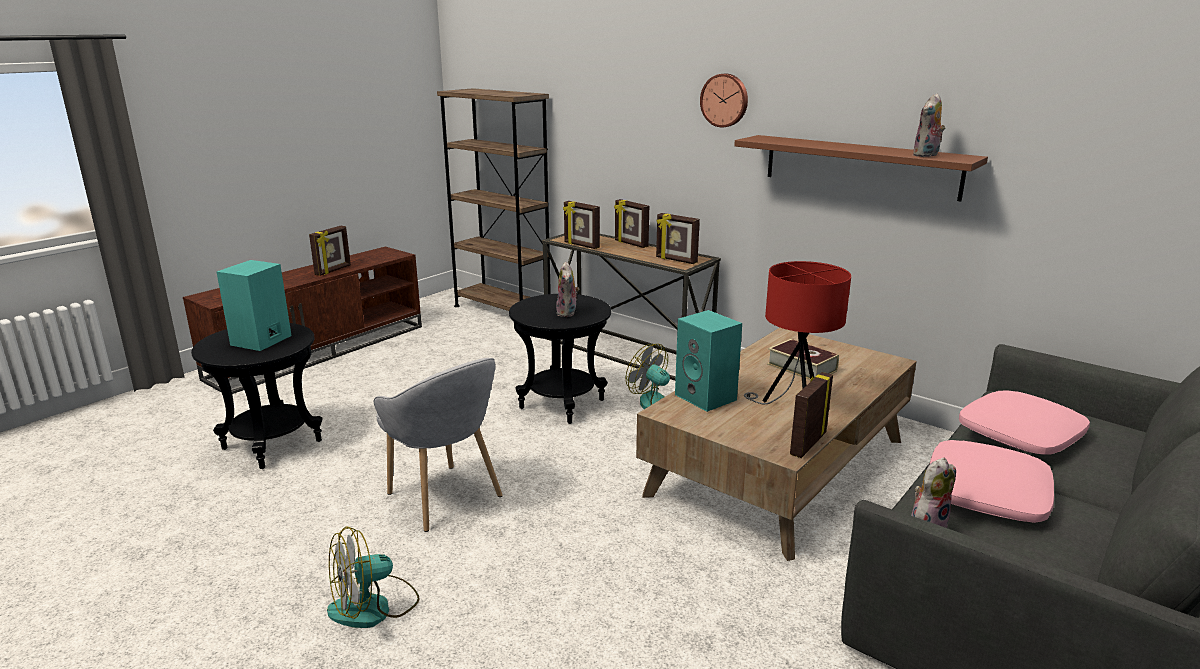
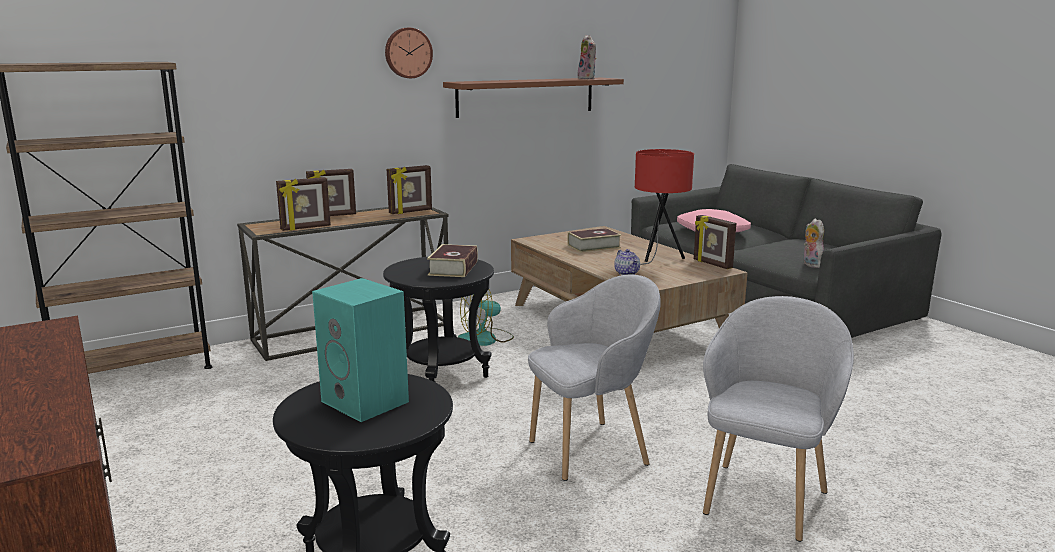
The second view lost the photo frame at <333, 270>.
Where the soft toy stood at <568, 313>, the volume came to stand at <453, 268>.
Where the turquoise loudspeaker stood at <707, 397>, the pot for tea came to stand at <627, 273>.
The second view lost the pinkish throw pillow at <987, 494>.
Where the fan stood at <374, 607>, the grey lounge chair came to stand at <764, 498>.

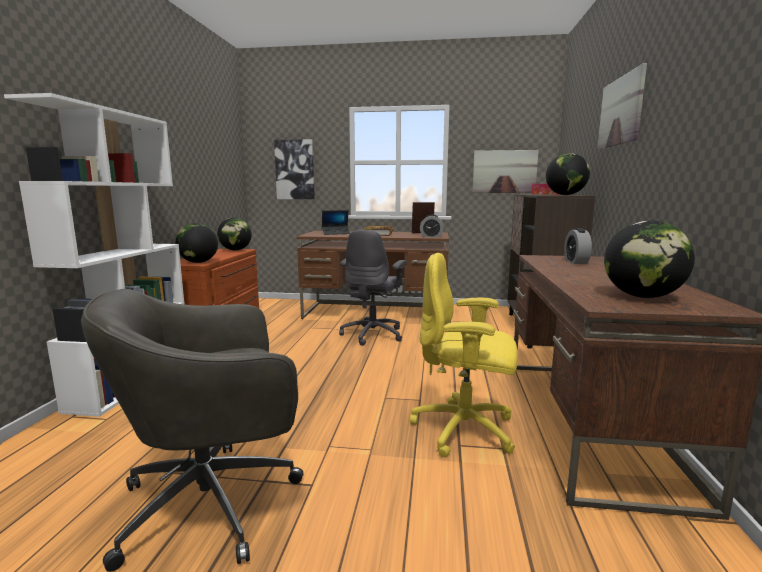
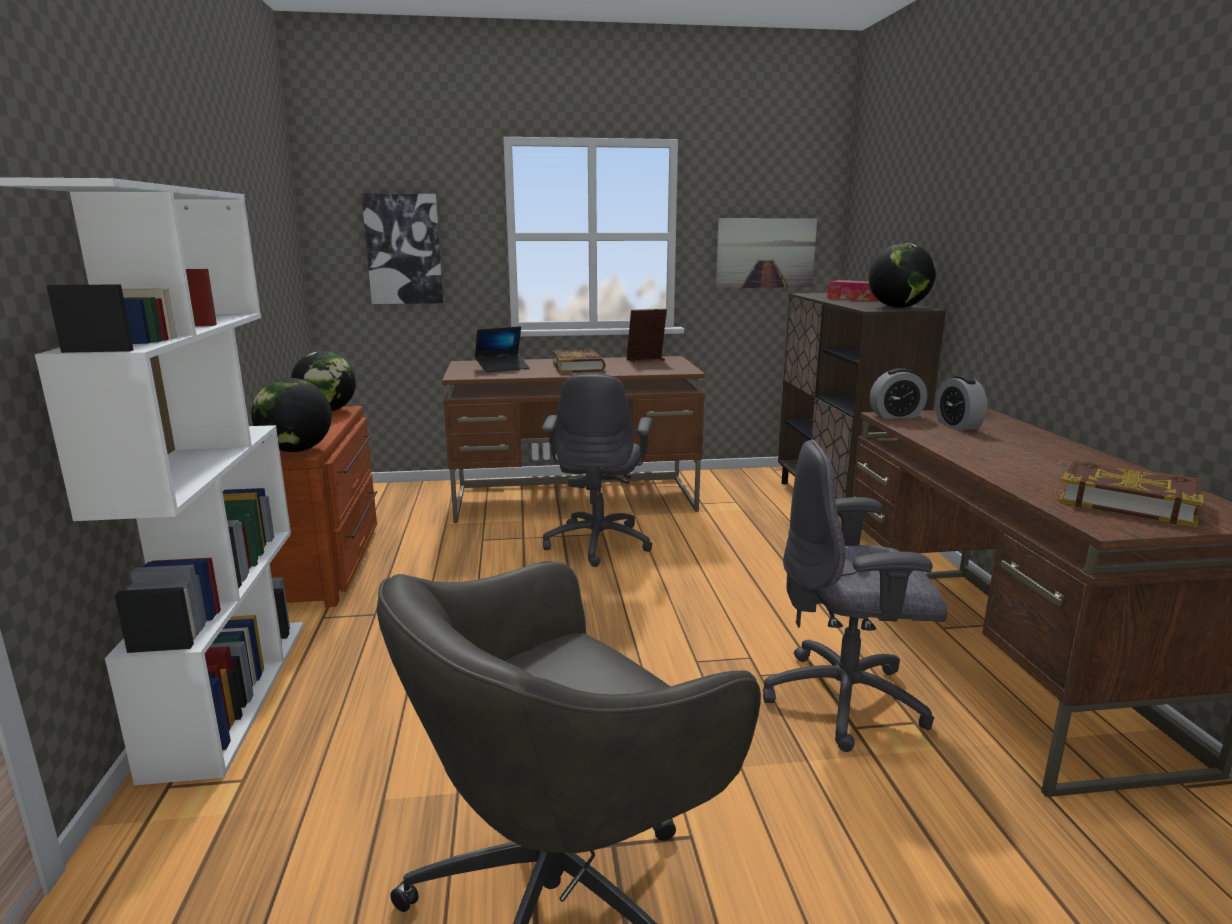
The second view lost the wall art at <620, 111>.
The alarm clock ended up elsewhere, having gone from <431, 236> to <895, 416>.
Where the desk globe stood at <642, 296>, the volume came to stand at <1127, 501>.
What was the yellow-coloured desk chair at <465, 430> turned into the grey desk chair at <847, 700>.

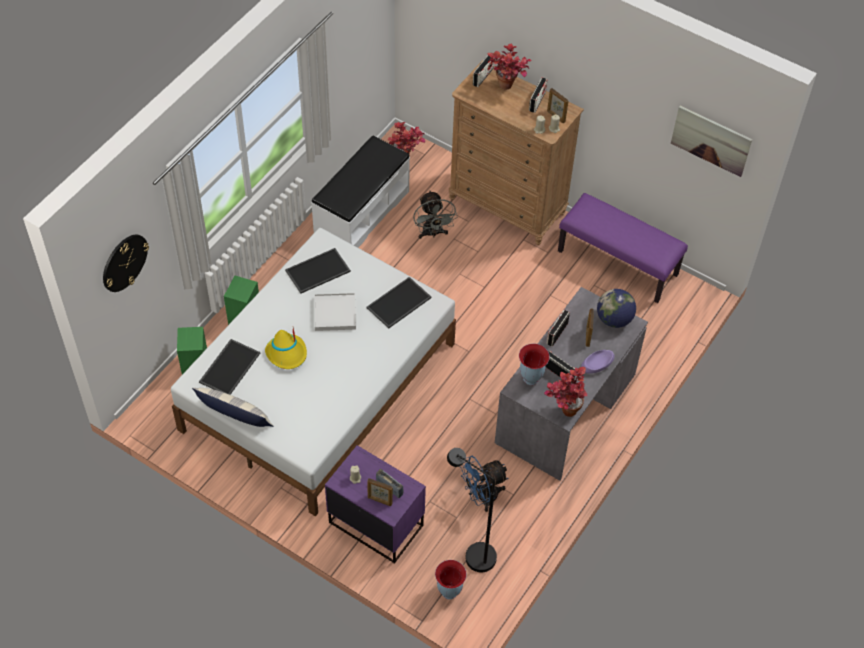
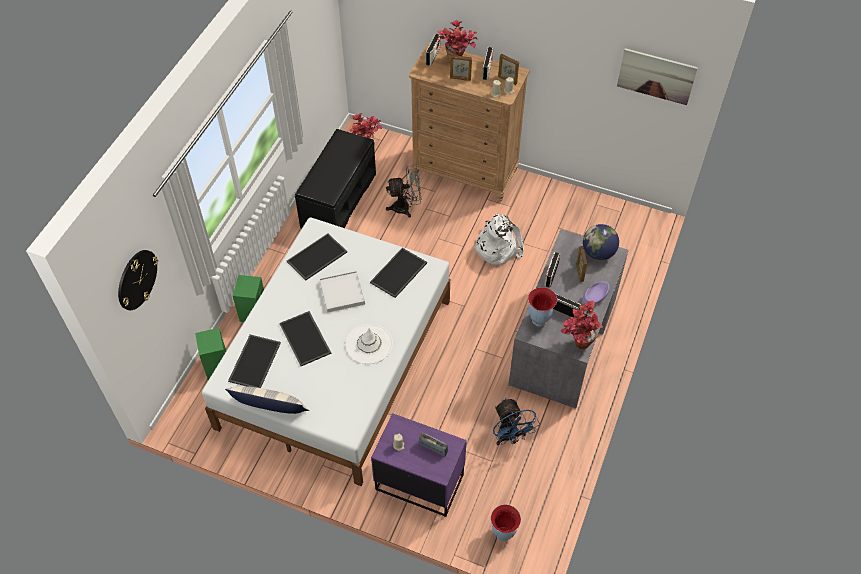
What was the whitish long seat at <361, 213> turned into the black long seat at <338, 200>.
The grey fan at <432, 233> ended up facing another way, 75 degrees counterclockwise from before.
The second view lost the purplish long seat at <618, 263>.
Where the yellow-coloured clothing hat stood at <287, 353>, the carrying tray came to stand at <306, 338>.
The second view lost the black standing lamp at <472, 554>.
The bluish fan at <482, 497> ended up facing another way, 75 degrees counterclockwise from before.
The photo frame ended up elsewhere, having gone from <379, 501> to <460, 79>.
The second view gained the whitish rucksack at <497, 246>.
The second view gained the whitish clothing hat at <369, 344>.

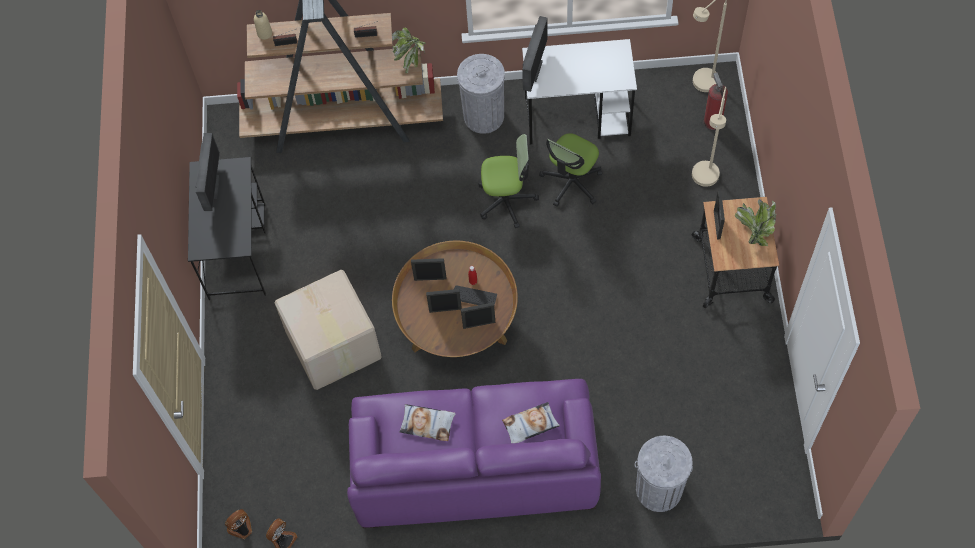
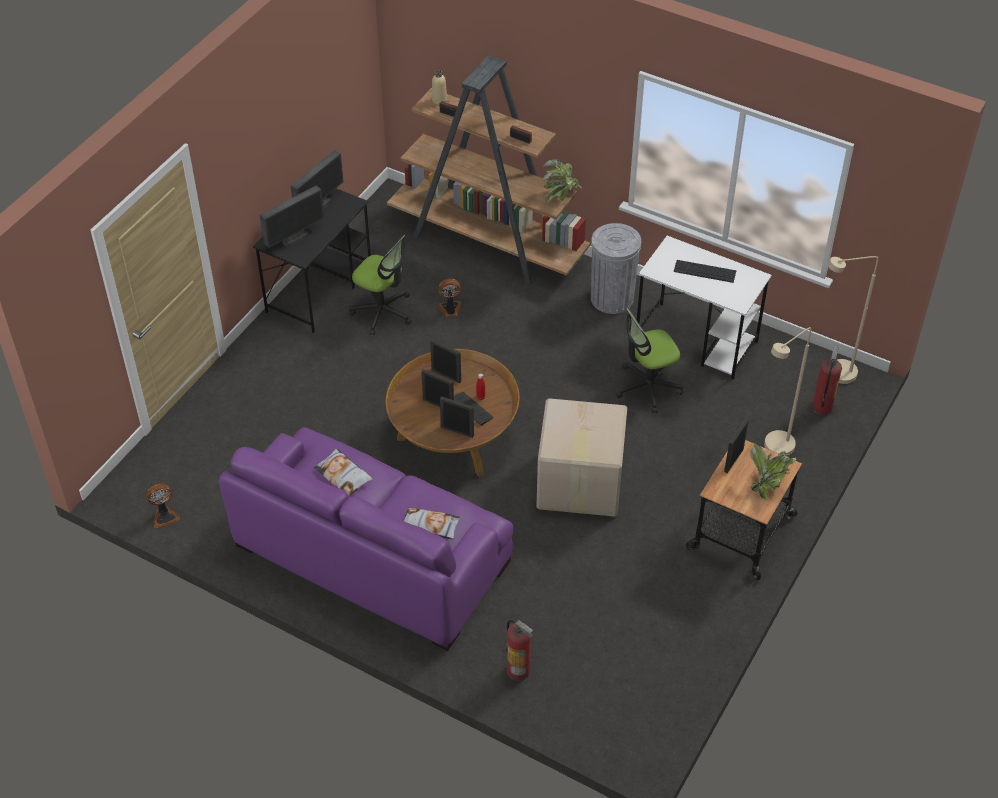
The computer display ended up elsewhere, having gone from <534, 71> to <294, 239>.
The desk chair ended up elsewhere, having gone from <506, 200> to <382, 311>.
The carton ended up elsewhere, having gone from <333, 346> to <578, 483>.
Where the grey trash can stood at <659, 489>, the fire extinguisher came to stand at <519, 670>.
The fan ended up elsewhere, having gone from <241, 528> to <450, 309>.
The second view gained the PC keyboard at <704, 271>.

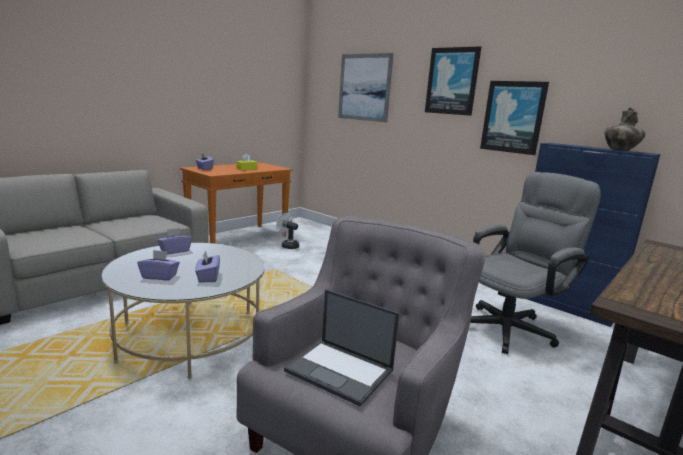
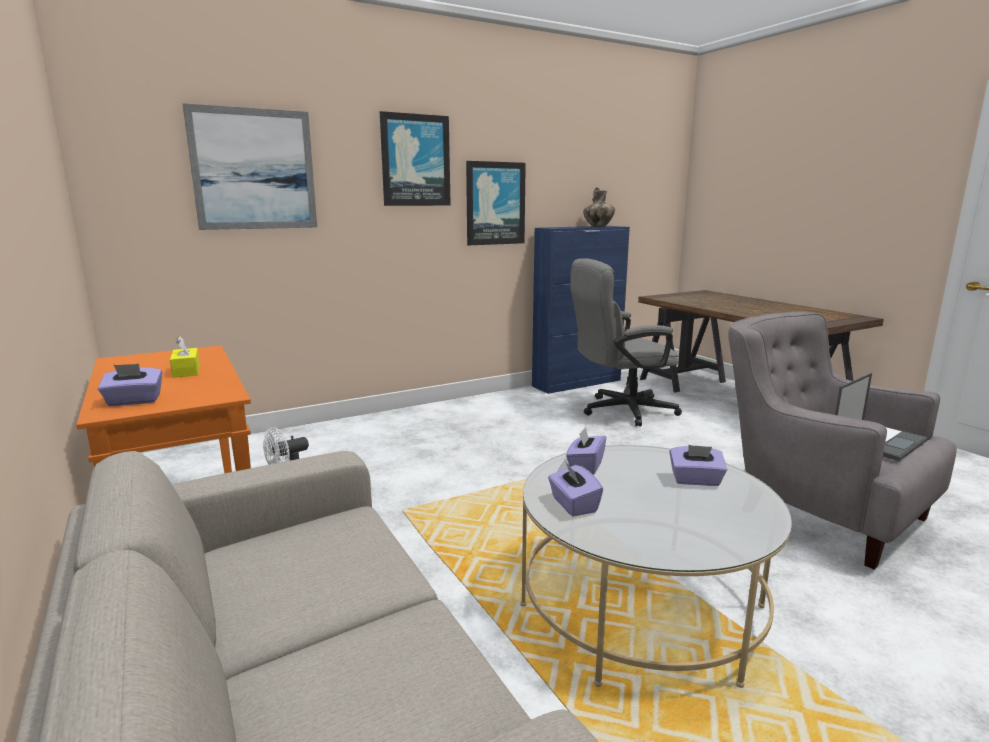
The grey desk chair at <511, 327> ended up facing another way, 90 degrees counterclockwise from before.
The purplish tissue box ended up elsewhere, having gone from <159, 276> to <585, 466>.

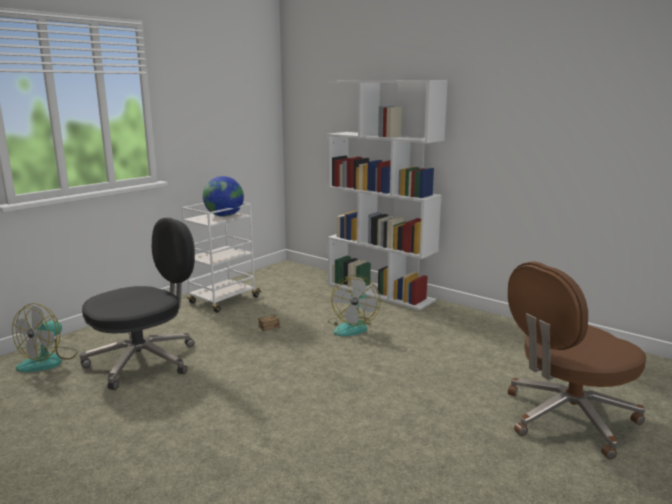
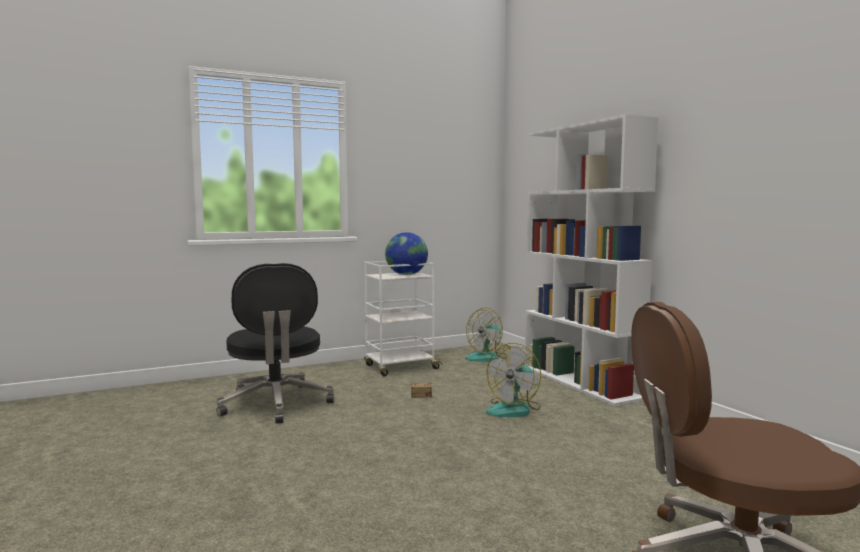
The black desk chair at <144, 361> ended up facing another way, 90 degrees clockwise from before.
The fan ended up elsewhere, having gone from <49, 360> to <487, 357>.

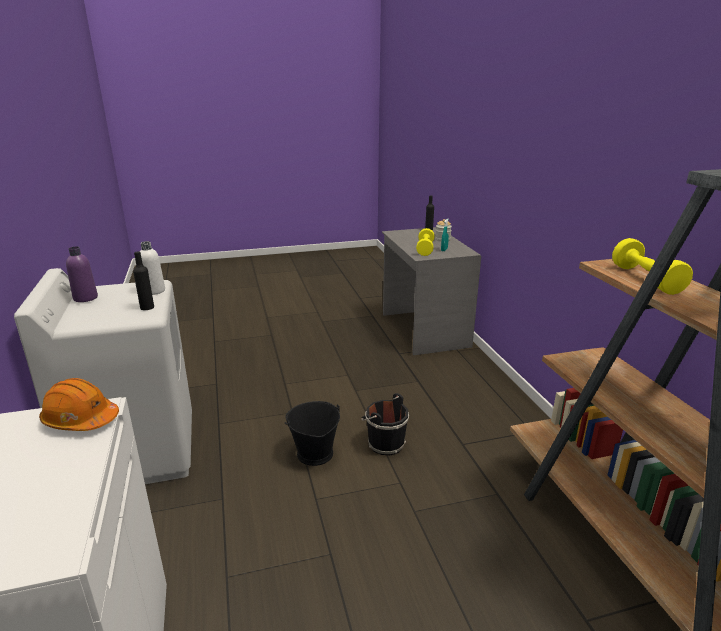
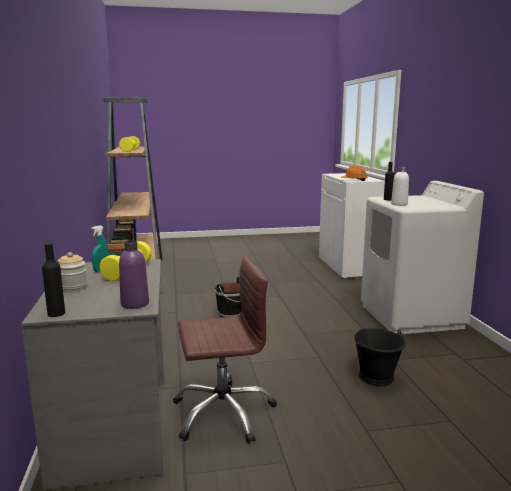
The purplish beverage bottle ended up elsewhere, having gone from <85, 298> to <135, 304>.
The black bucket ended up elsewhere, having gone from <314, 453> to <376, 377>.
The second view gained the brown-coloured desk chair at <223, 412>.

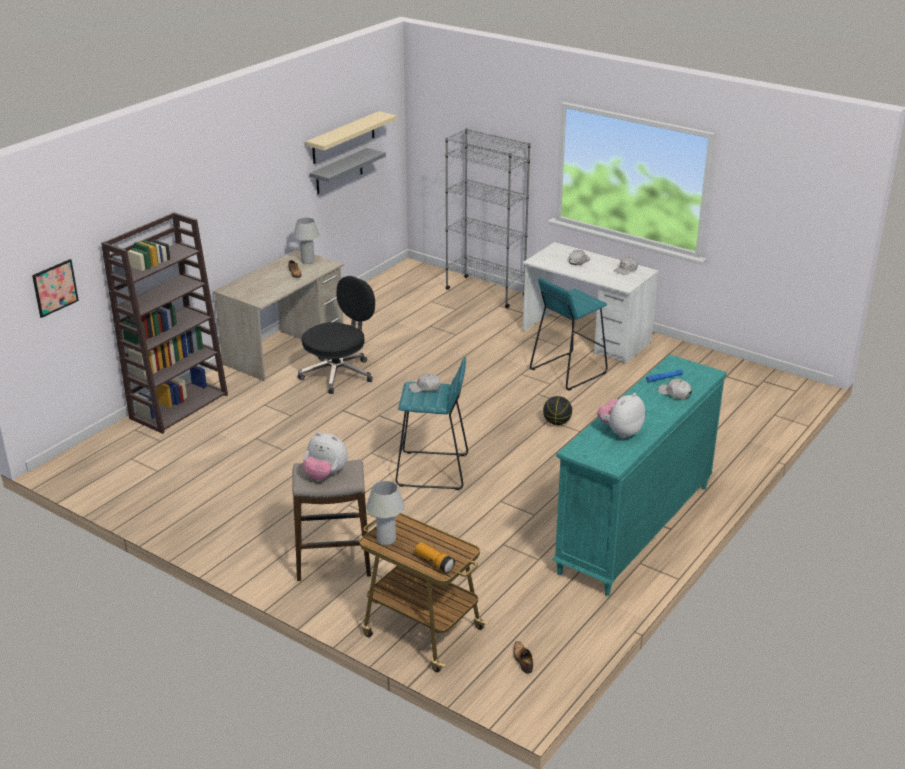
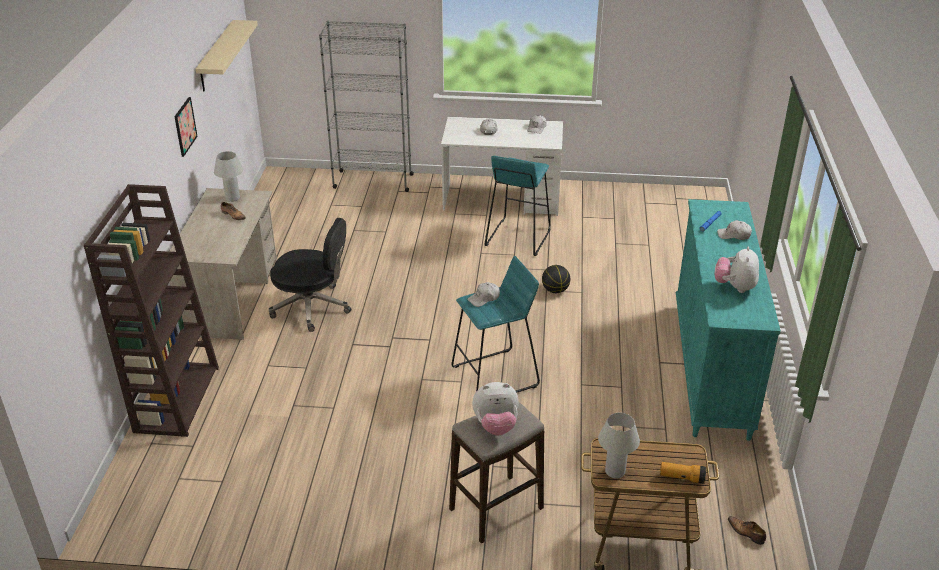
The second view lost the grey bracket shelf at <339, 172>.
The wall art ended up elsewhere, having gone from <55, 288> to <185, 126>.
The black desk chair at <339, 374> ended up facing another way, 90 degrees clockwise from before.

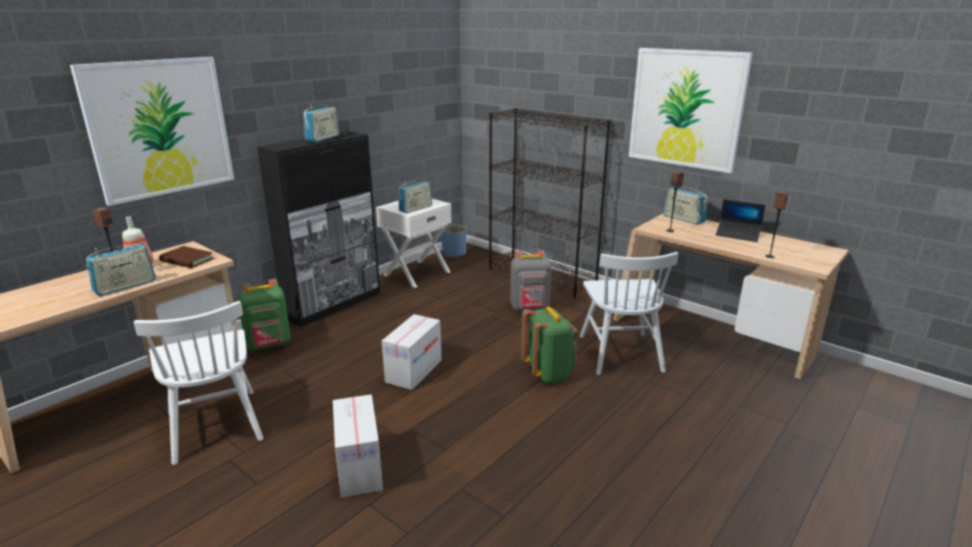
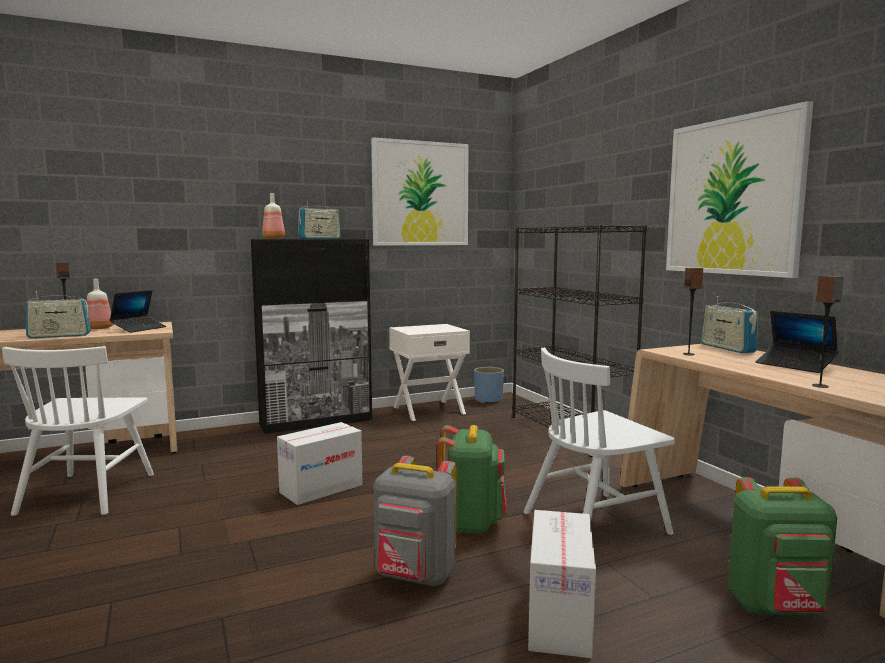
The wall art ended up elsewhere, having gone from <160, 128> to <420, 194>.
The second view lost the radio at <415, 208>.
Where the brown-coloured volume stood at <187, 260>, the laptop came to stand at <139, 329>.
The grey rucksack ended up elsewhere, having gone from <530, 308> to <415, 577>.
The whitish plain chair at <620, 353> ended up facing another way, 45 degrees clockwise from before.
The greenish rucksack ended up elsewhere, having gone from <269, 345> to <776, 608>.
The carton ended up elsewhere, having gone from <359, 467> to <559, 618>.
The second view gained the beverage bottle at <273, 238>.

